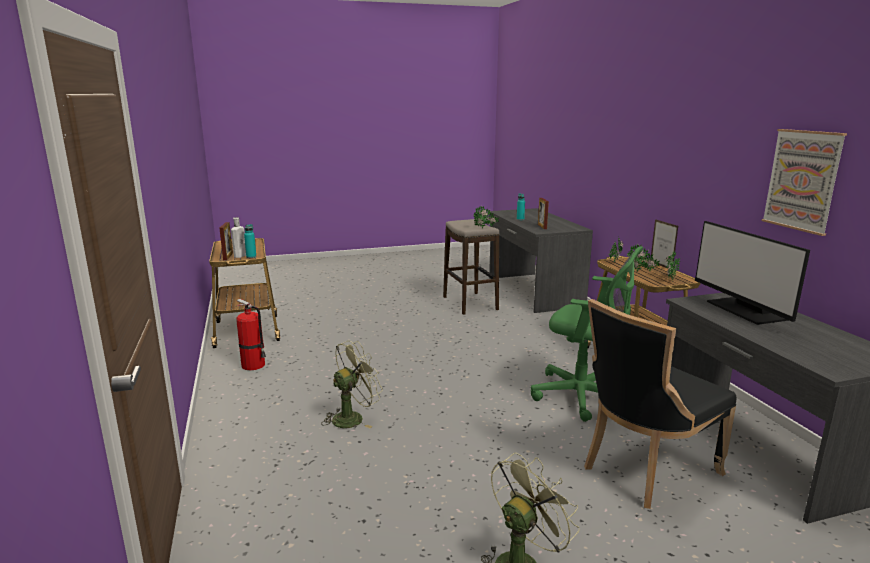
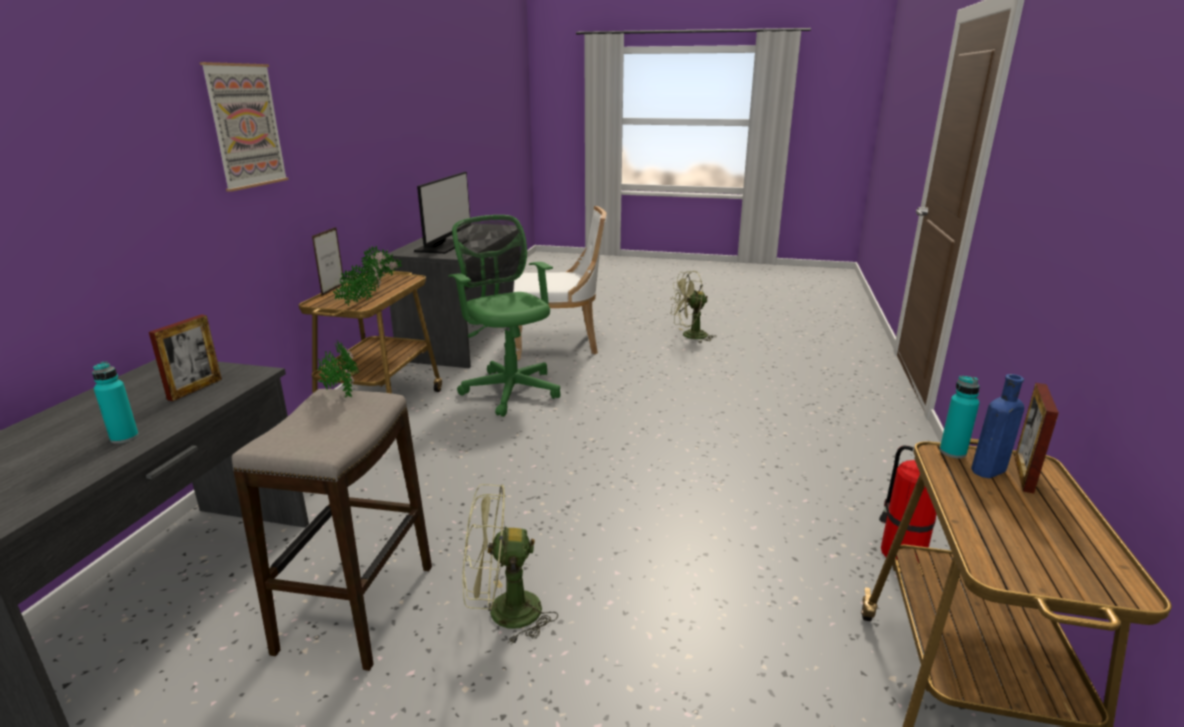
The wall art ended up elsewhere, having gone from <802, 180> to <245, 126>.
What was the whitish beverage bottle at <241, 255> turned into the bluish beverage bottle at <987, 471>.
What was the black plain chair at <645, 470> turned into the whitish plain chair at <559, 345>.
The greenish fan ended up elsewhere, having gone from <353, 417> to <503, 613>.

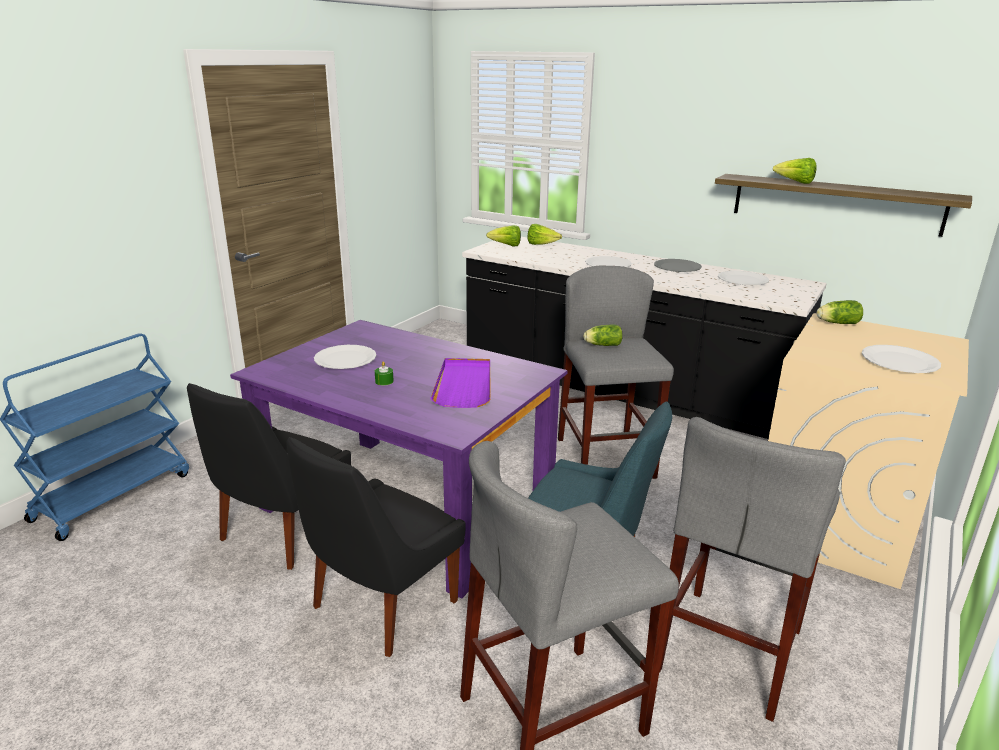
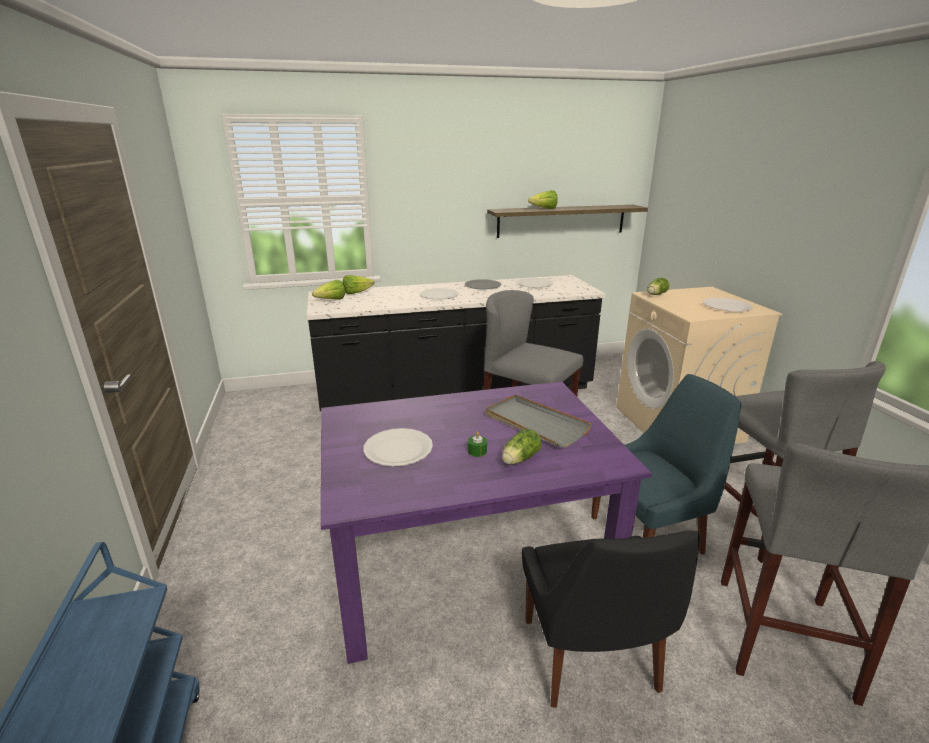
The lettuce head ended up elsewhere, having gone from <601, 345> to <519, 459>.
What was the purplish carrying tray at <464, 385> turned into the grey carrying tray at <535, 423>.
The second view lost the black plain chair at <281, 534>.

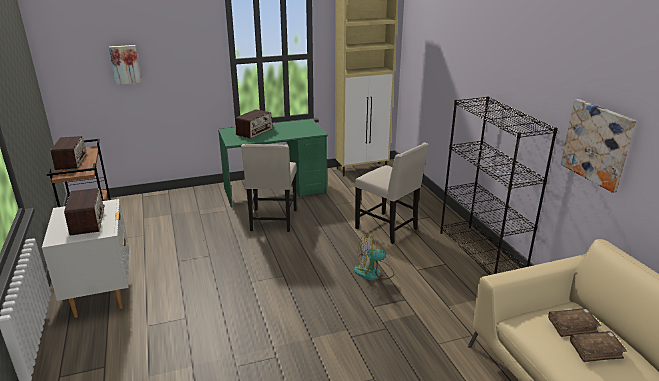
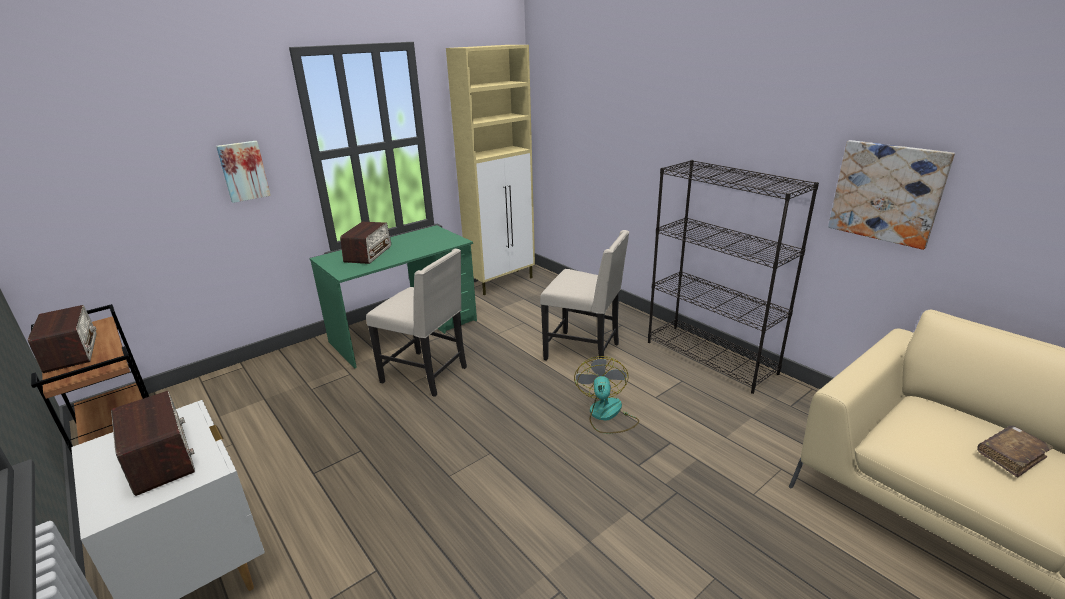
The wall art ended up elsewhere, having gone from <125, 64> to <243, 171>.
The beige plain chair at <273, 221> ended up facing another way, 45 degrees counterclockwise from before.
The fan at <374, 272> ended up facing another way, 120 degrees clockwise from before.
The second view lost the brown-coloured volume at <572, 326>.

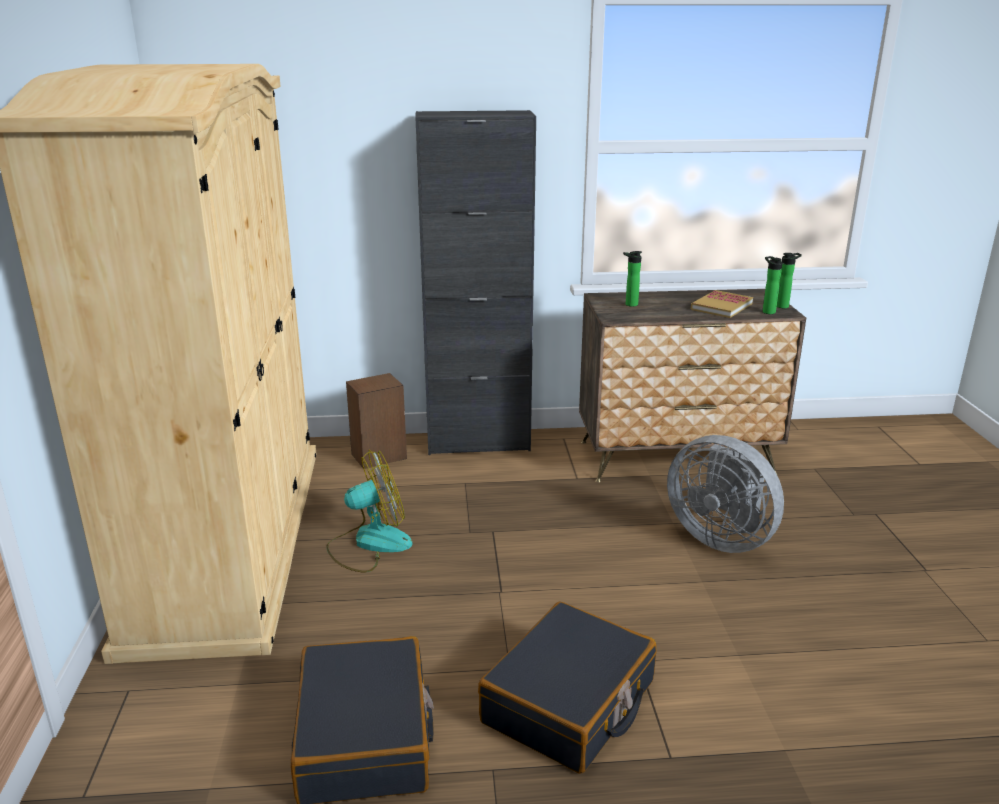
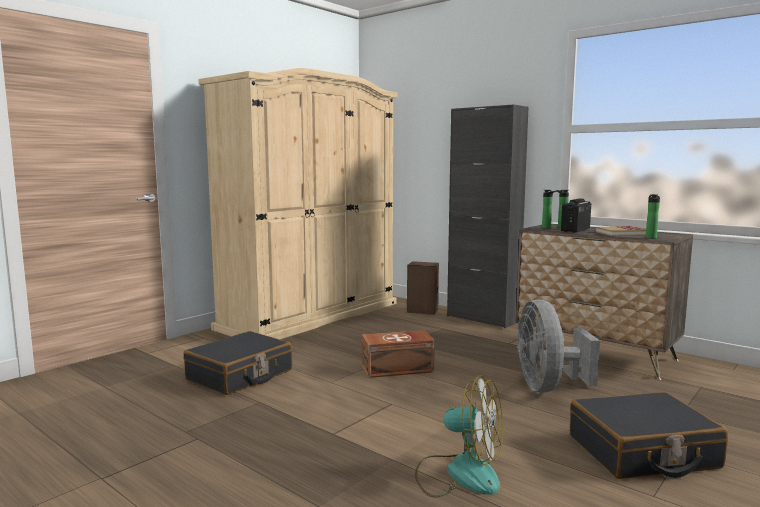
The beverage bottle ended up elsewhere, having gone from <784, 306> to <547, 228>.
The fan ended up elsewhere, having gone from <369, 543> to <459, 473>.
The black suitcase ended up elsewhere, having gone from <569, 703> to <642, 452>.
The second view gained the radio at <575, 230>.
The second view gained the brown-coloured storage container at <398, 369>.

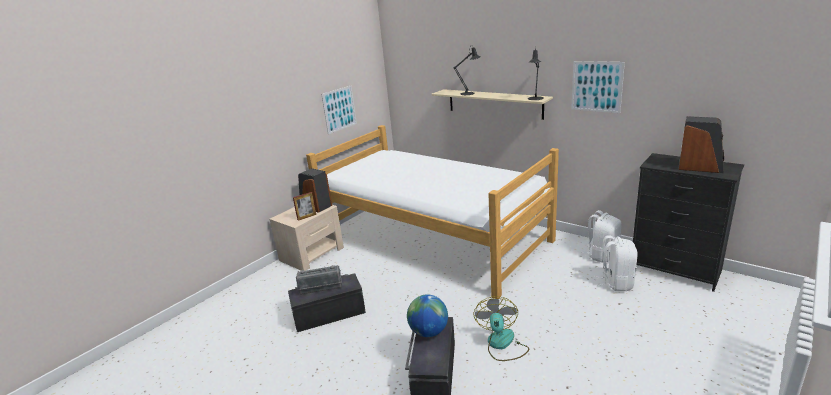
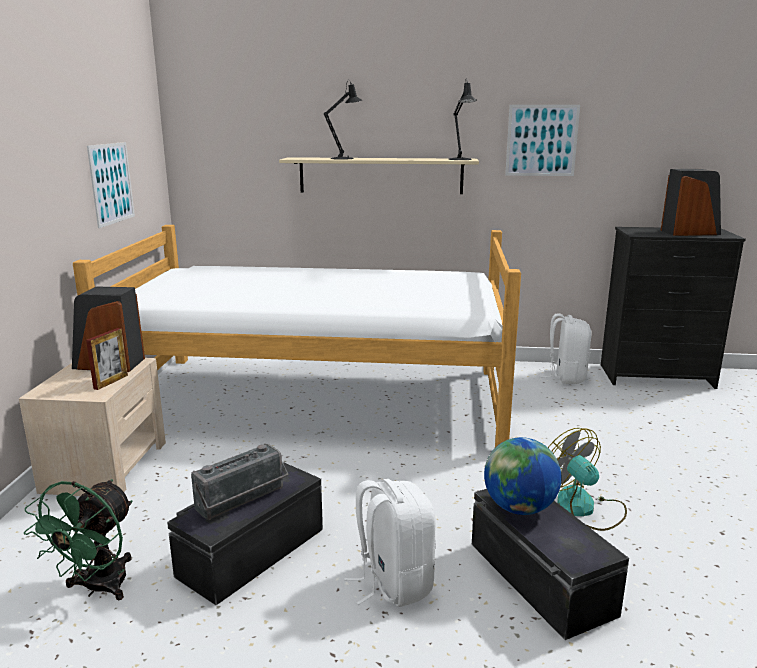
The whitish rucksack ended up elsewhere, having gone from <616, 282> to <393, 582>.
The second view gained the greenish fan at <97, 588>.

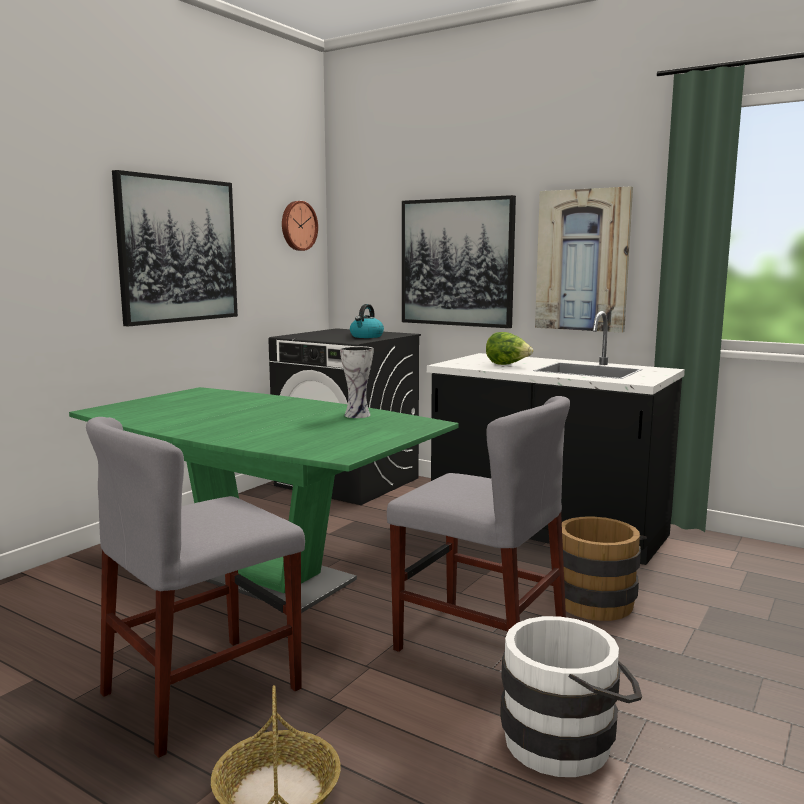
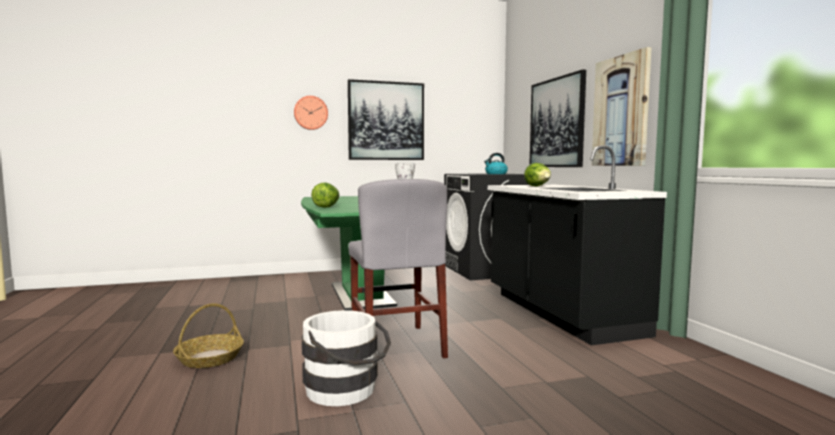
The clock on the wall ended up elsewhere, having gone from <298, 226> to <310, 113>.
The second view lost the grey plain chair at <202, 691>.
The second view lost the brown-coloured bucket at <593, 599>.
The second view gained the lettuce head at <326, 207>.

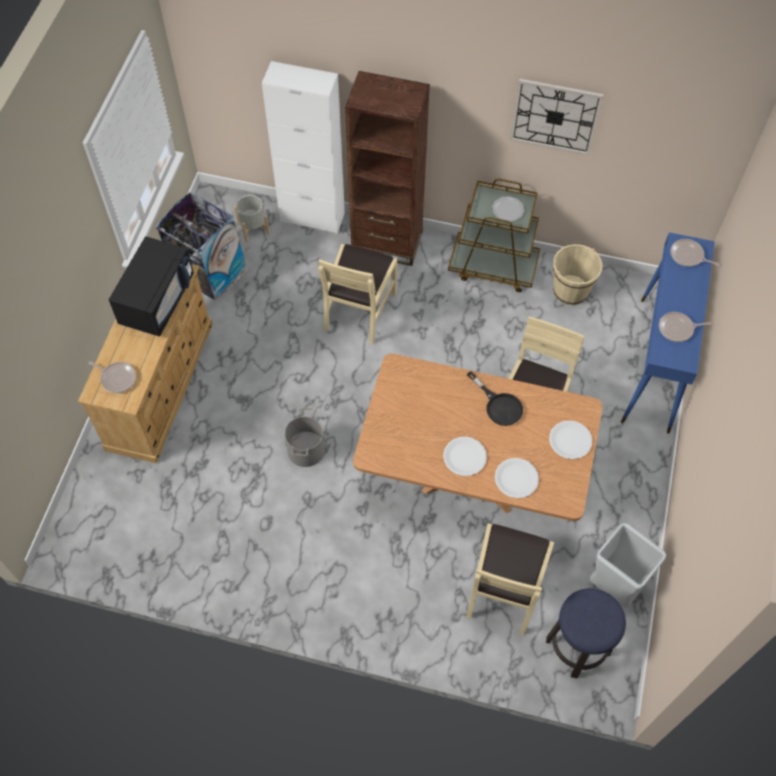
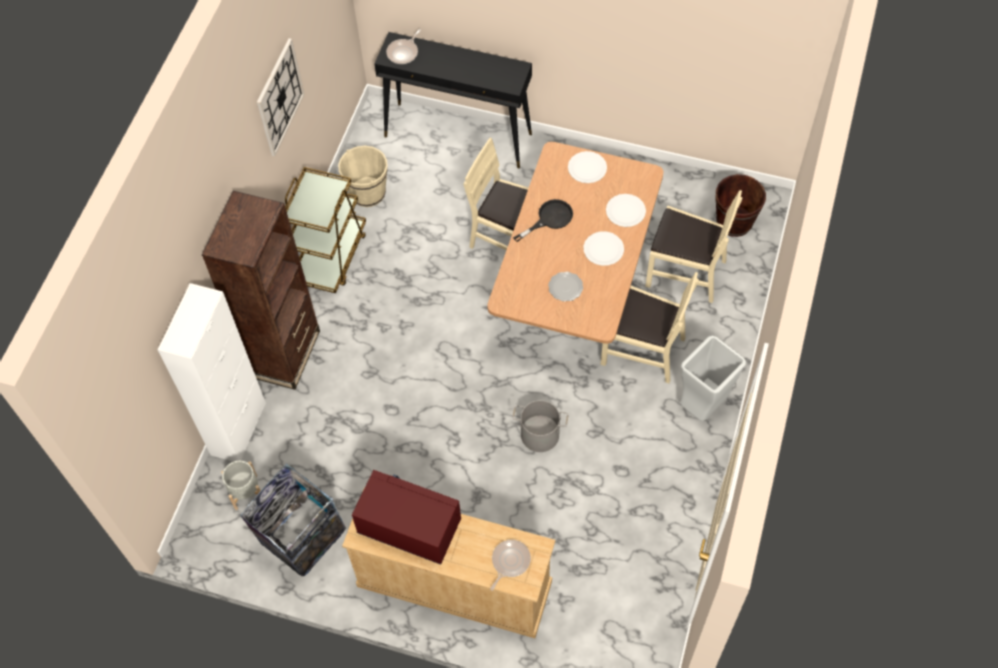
The flat dish ended up elsewhere, having gone from <508, 209> to <565, 287>.
What was the bluish console table at <654, 365> turned into the black console table at <459, 135>.
What was the black microwave oven at <157, 300> turned into the red-coloured microwave oven at <408, 528>.
The beige plain chair ended up elsewhere, having gone from <359, 310> to <643, 350>.
The second view lost the pan at <677, 329>.
The grey trash can ended up elsewhere, having gone from <612, 588> to <703, 406>.
Where the stool seat stood at <578, 646>, the brown-coloured bucket came to stand at <734, 222>.

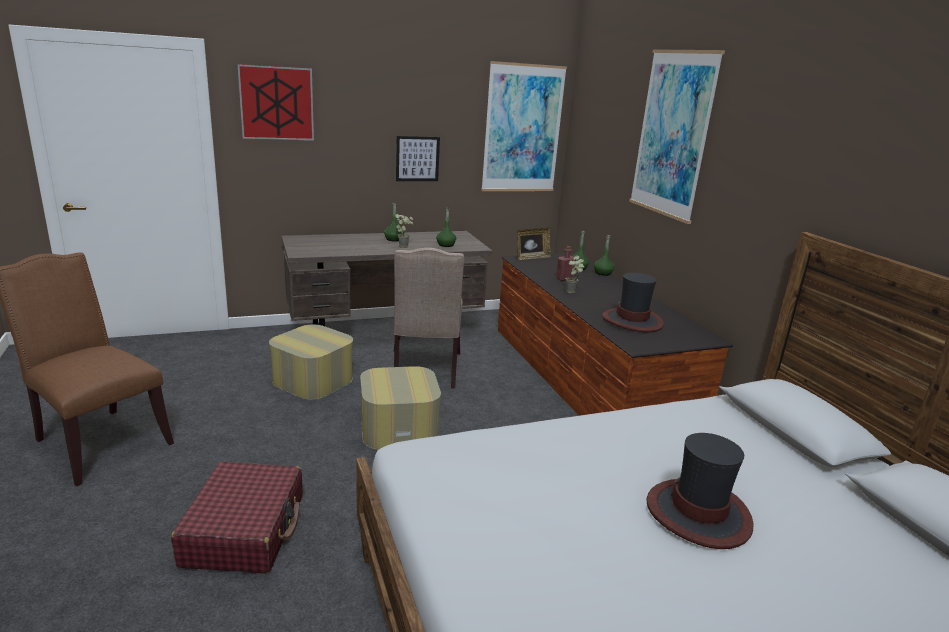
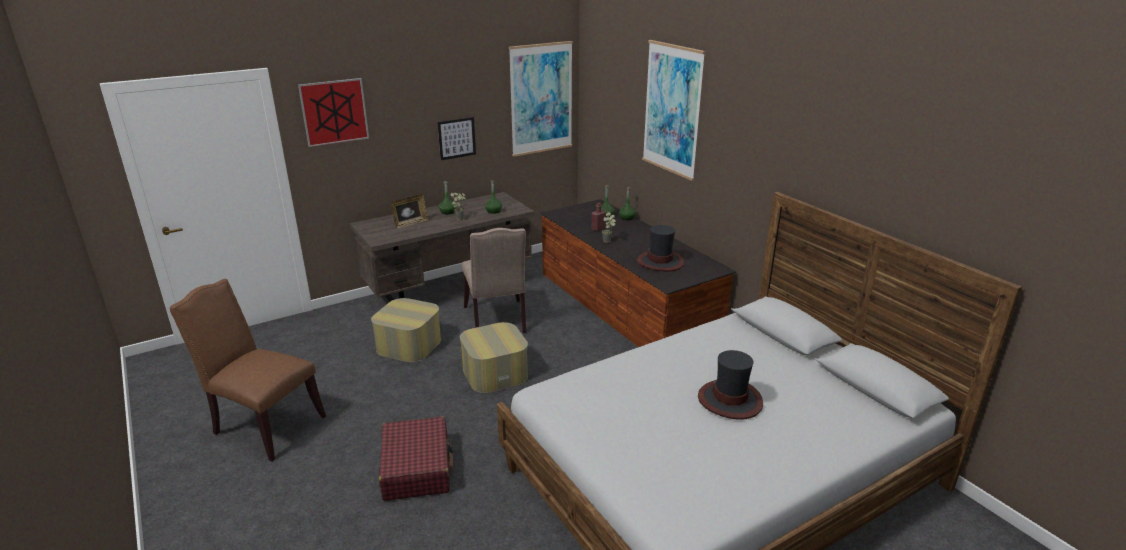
The photo frame ended up elsewhere, having gone from <531, 257> to <410, 223>.

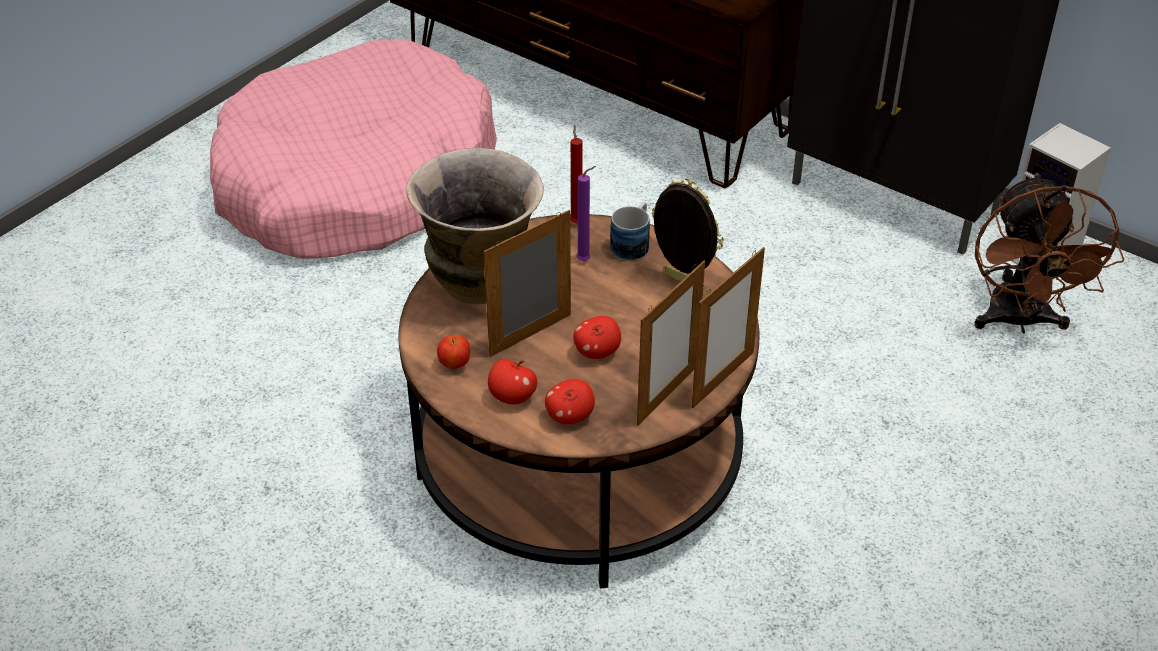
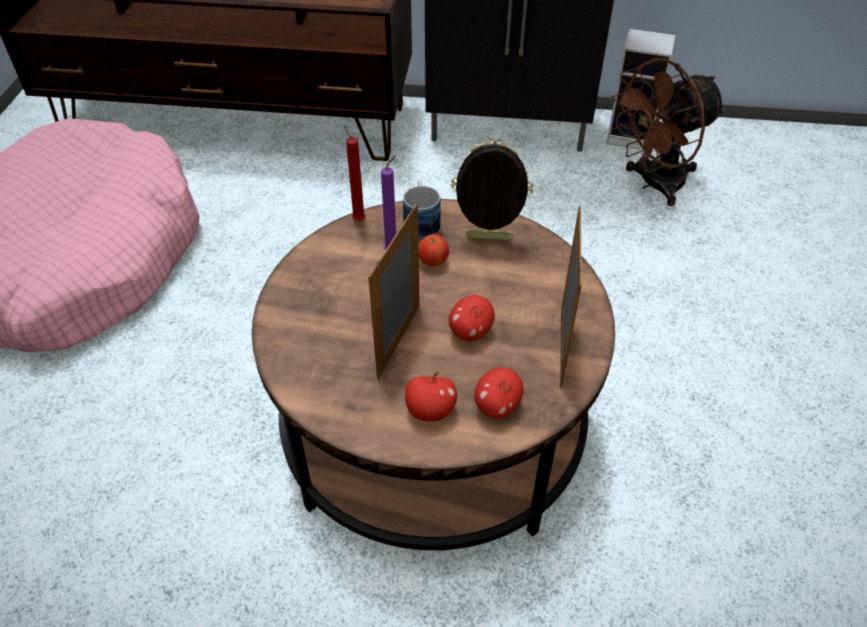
The second view lost the flower vase at <481, 284>.
The brown-coloured fan at <1019, 321> ended up facing another way, 90 degrees clockwise from before.
The second view lost the photo frame at <722, 379>.
The apple ended up elsewhere, having gone from <455, 364> to <433, 262>.

